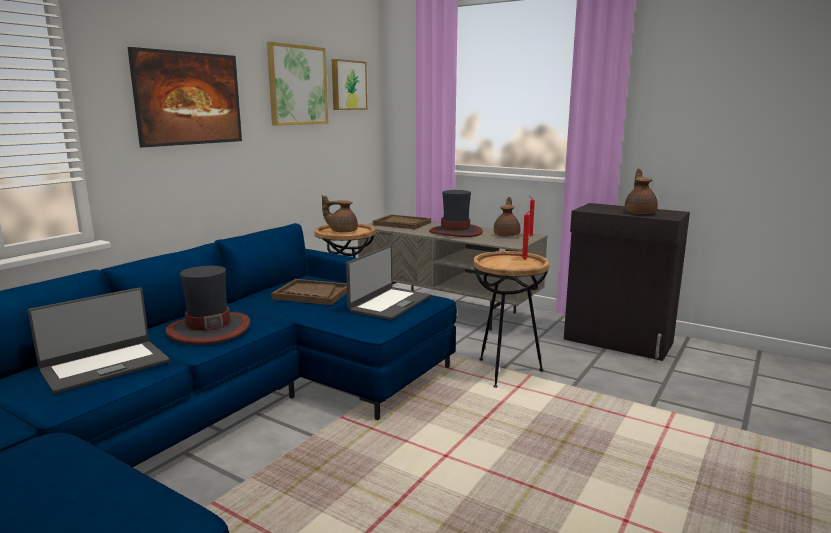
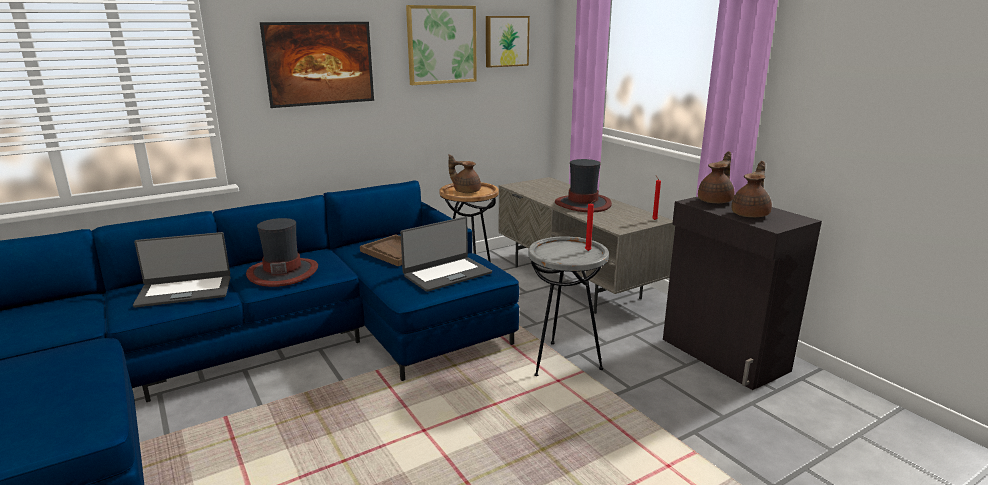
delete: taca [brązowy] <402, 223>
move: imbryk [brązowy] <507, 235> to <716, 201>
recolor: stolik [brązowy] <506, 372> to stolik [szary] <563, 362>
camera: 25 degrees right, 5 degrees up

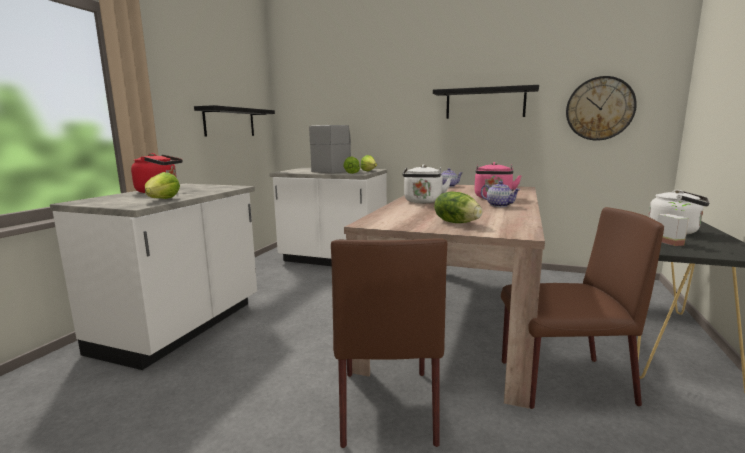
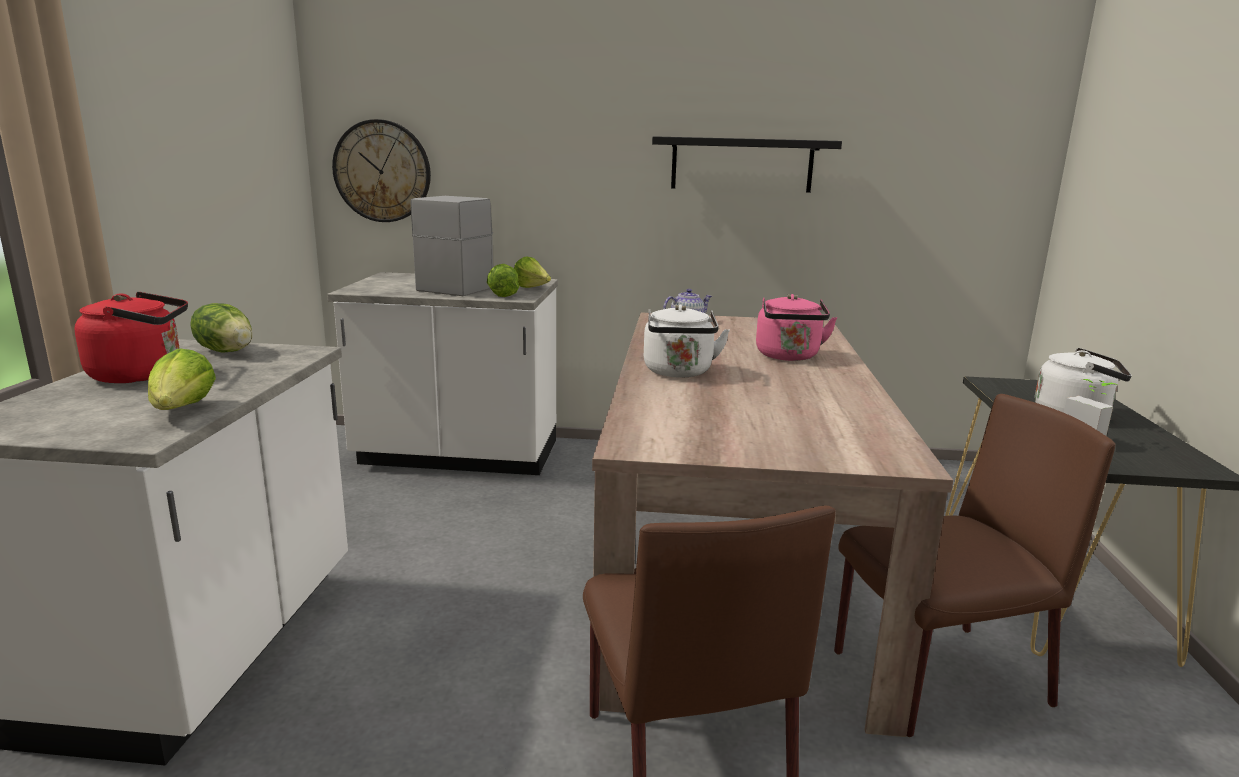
delete: półka [czarny] <229, 122>; imbryk <499, 205>
move: sałata <456, 222> to <227, 351>; zegar ścienny <599, 108> to <382, 171>
camera: 15 degrees left, 5 degrees up

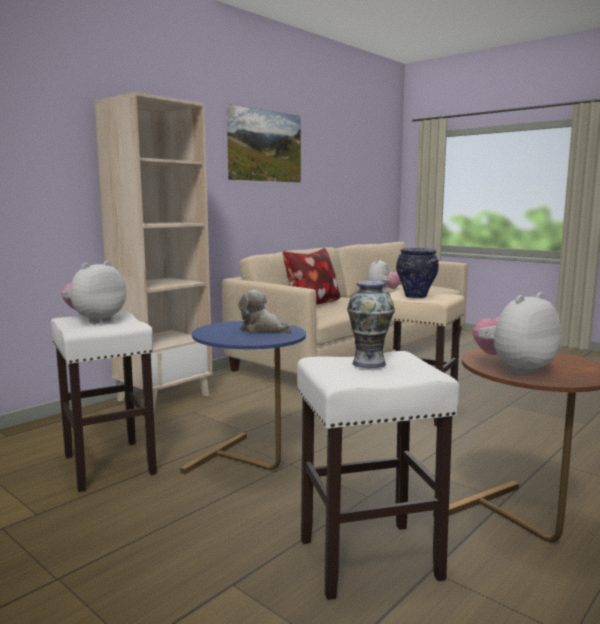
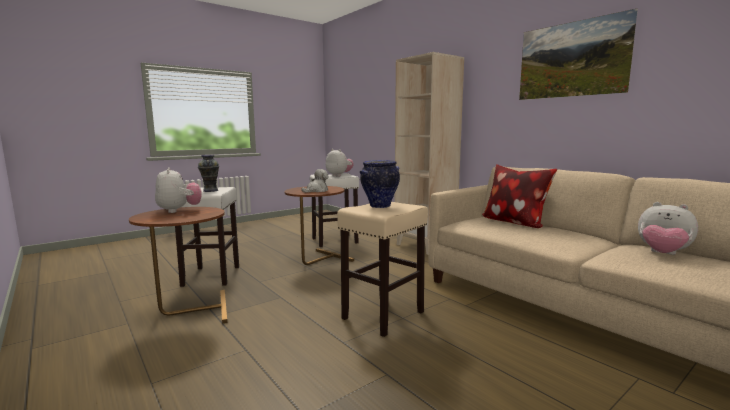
recolor: stolik [niebieski] <249, 464> to stolik [brązowy] <317, 261>
camera: 100 degrees right, 0 degrees up

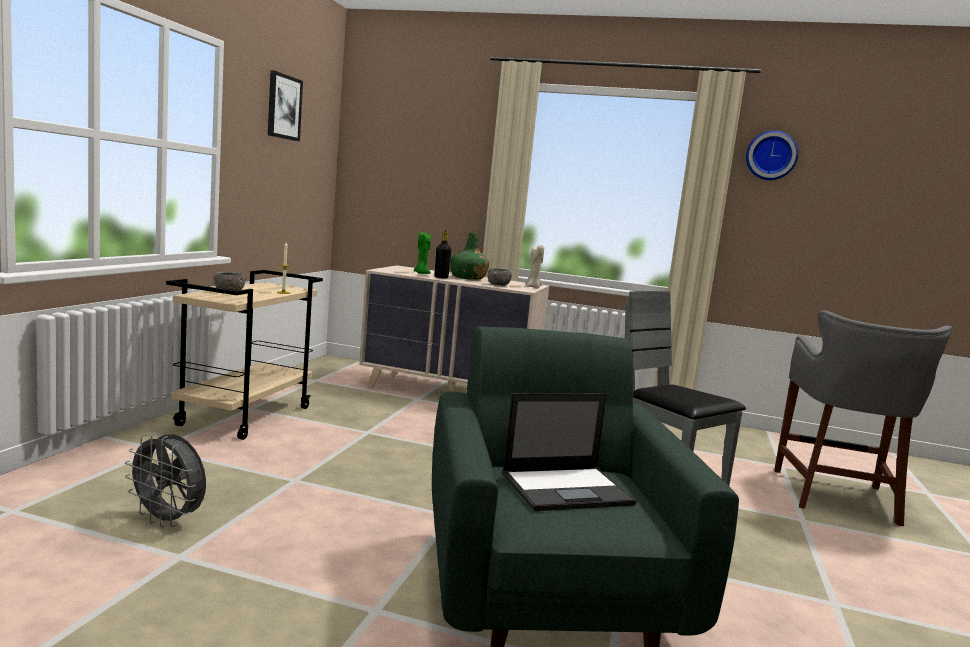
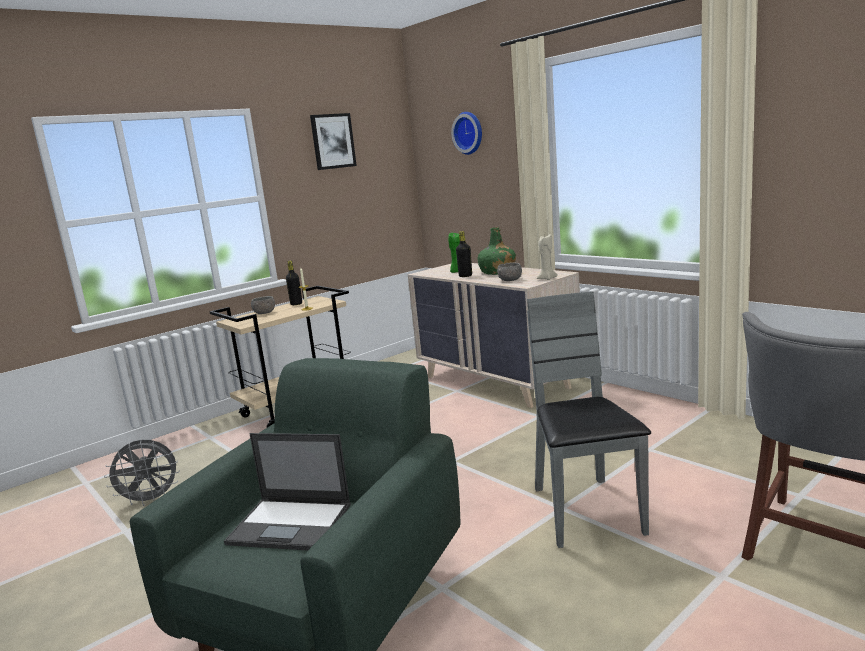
insert: butelka [czarny] <296, 304>
move: zegar ścienny <771, 155> to <469, 133>
rotate: wentylator [szary] <168, 520> = <151, 500> 75 degrees counterclockwise
camera: 35 degrees right, 5 degrees up

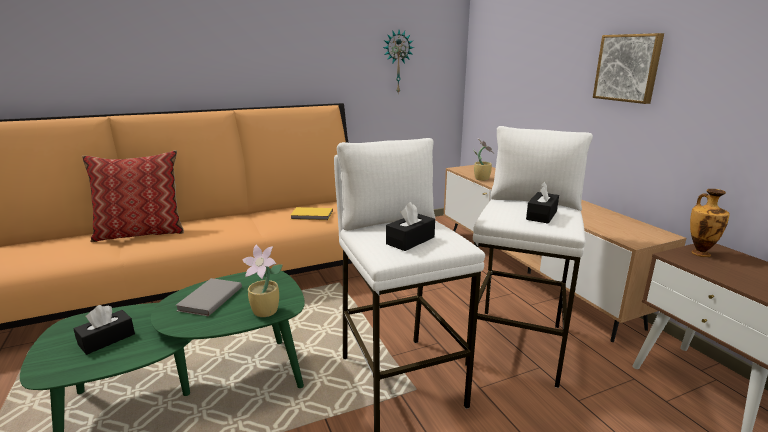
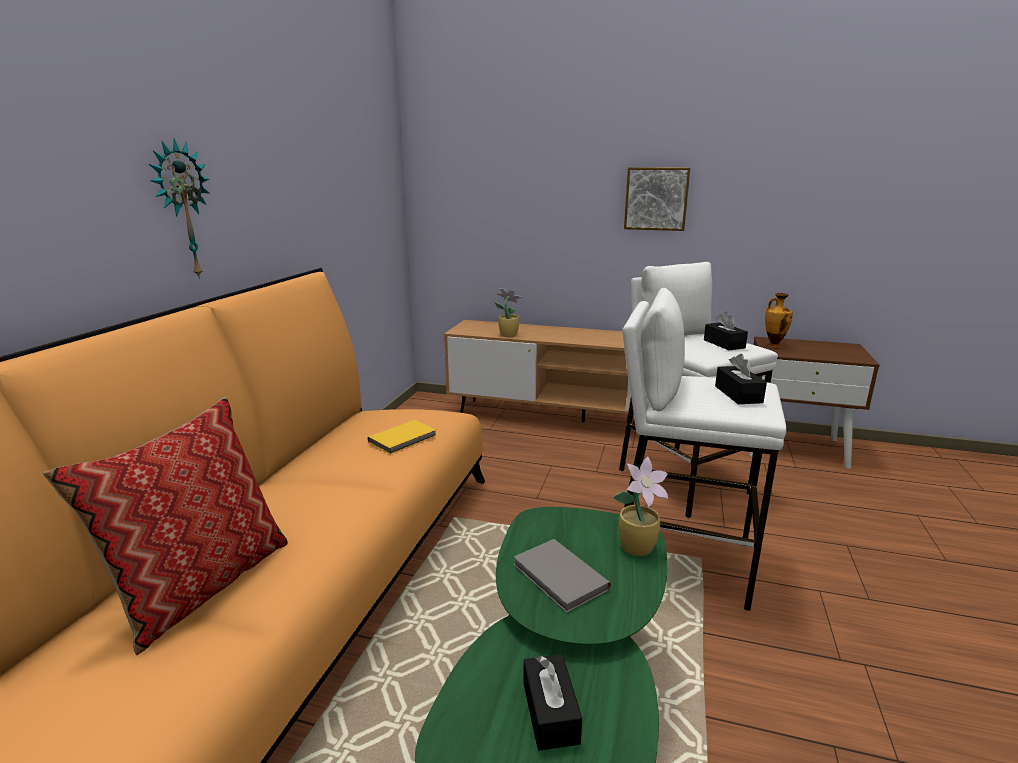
move: zegar ścienny <397, 62> to <182, 211>
camera: 50 degrees left, 0 degrees up

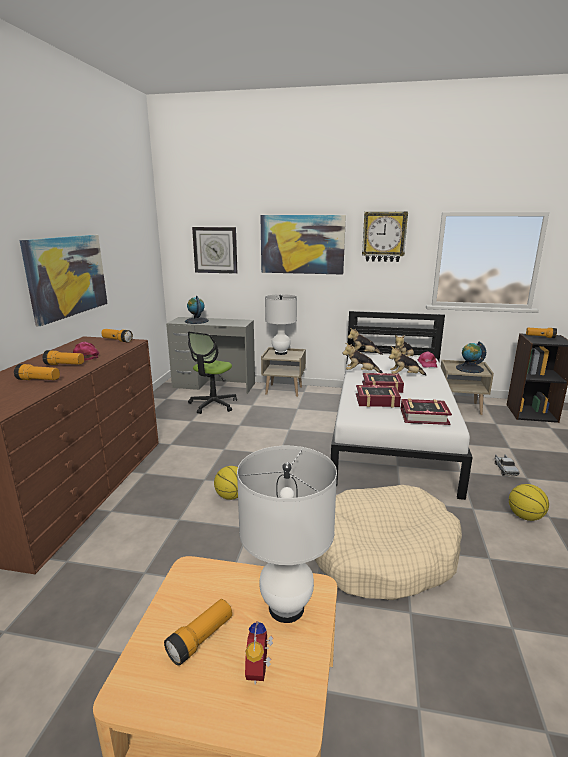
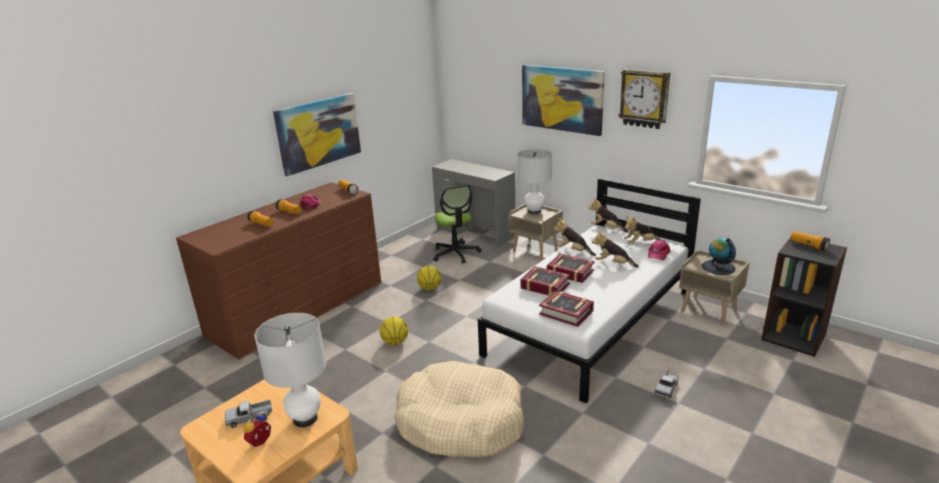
delete: globus <196, 321>; zegar ścienny <215, 250>
move: piłka do koszykówki <525, 516> to <430, 288>
replace: latarka <201, 639> to ciężarówka zabawkowa <249, 417>
rotate: krzesło biurowe <213, 404> = <456, 253> 75 degrees counterclockwise
camera: 30 degrees right, 5 degrees up

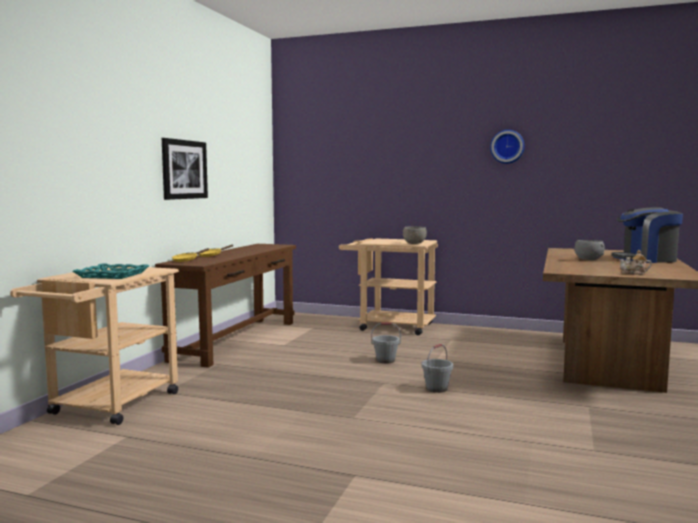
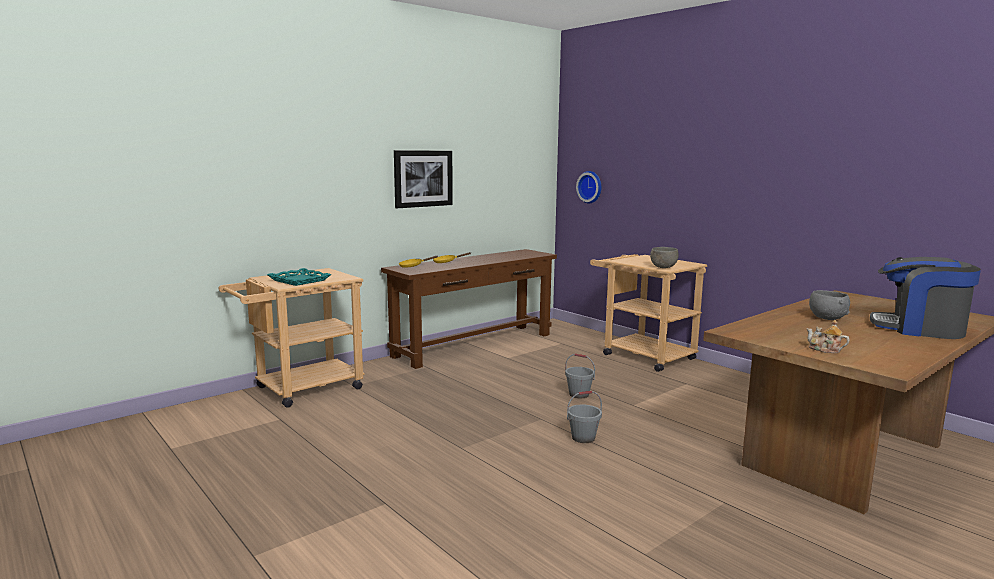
move: zegar ścienny <507, 146> to <590, 187>
camera: 30 degrees right, 5 degrees up

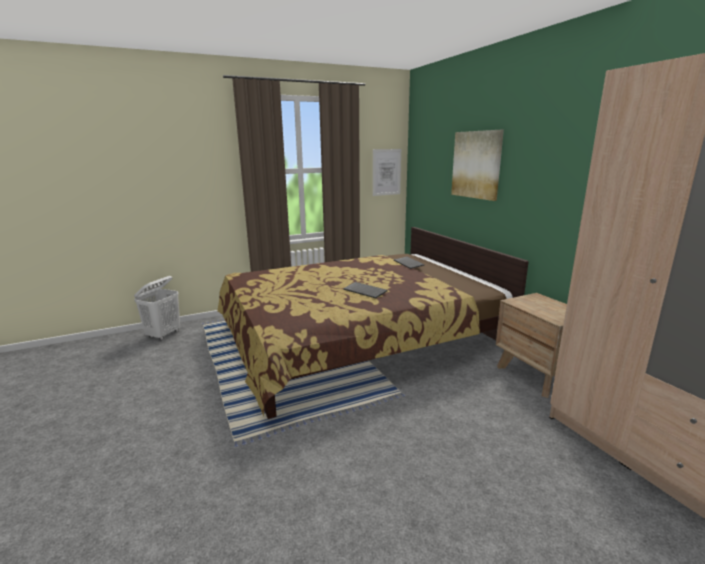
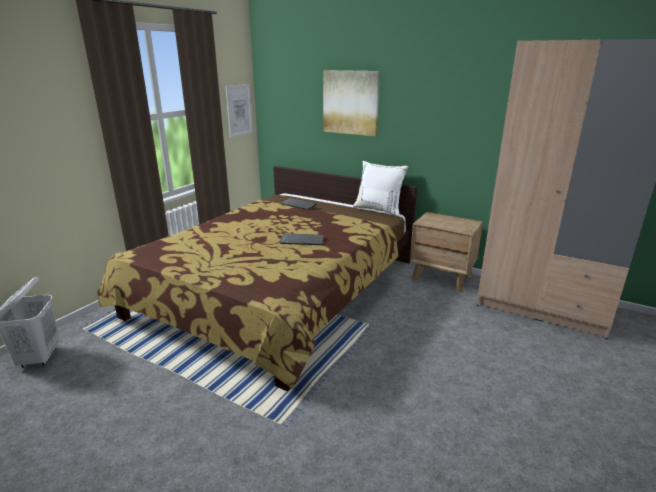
insert: poduszka [biały] <379, 209>
camera: 35 degrees left, 5 degrees up

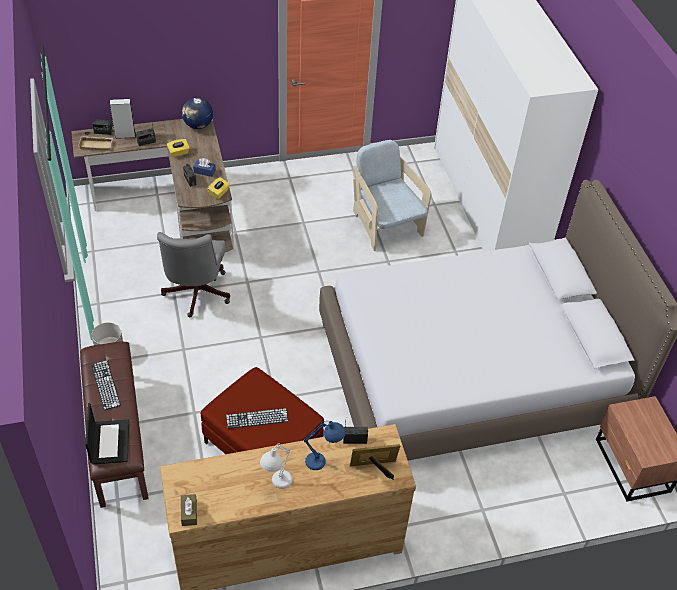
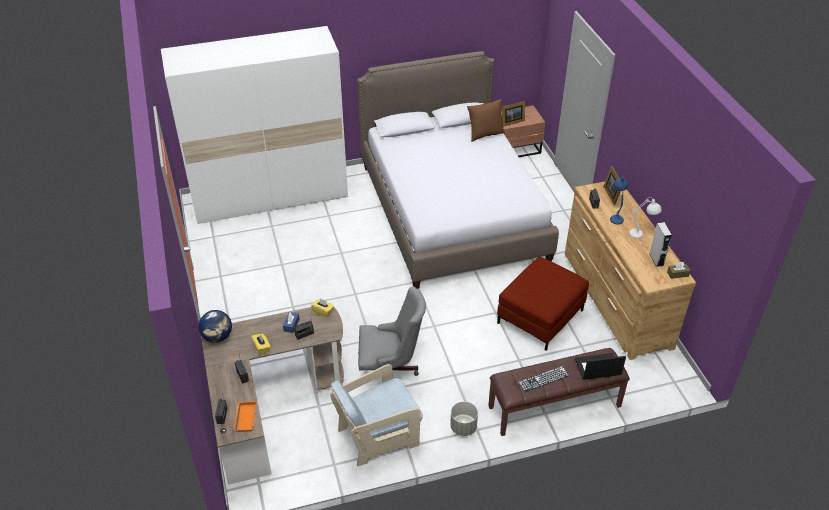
delete: klawiatura <257, 418>
insert: poduszka [brązowy] <485, 134>; ramka na zdjęcie <511, 122>
move: głośnik [szary] <125, 135> to <656, 259>; fotel [beżowy] <386, 225> to <378, 435>
recolor: taca [beżowy] <96, 145> to taca [pomarańczowy] <244, 418>
camera: 90 degrees left, 5 degrees down

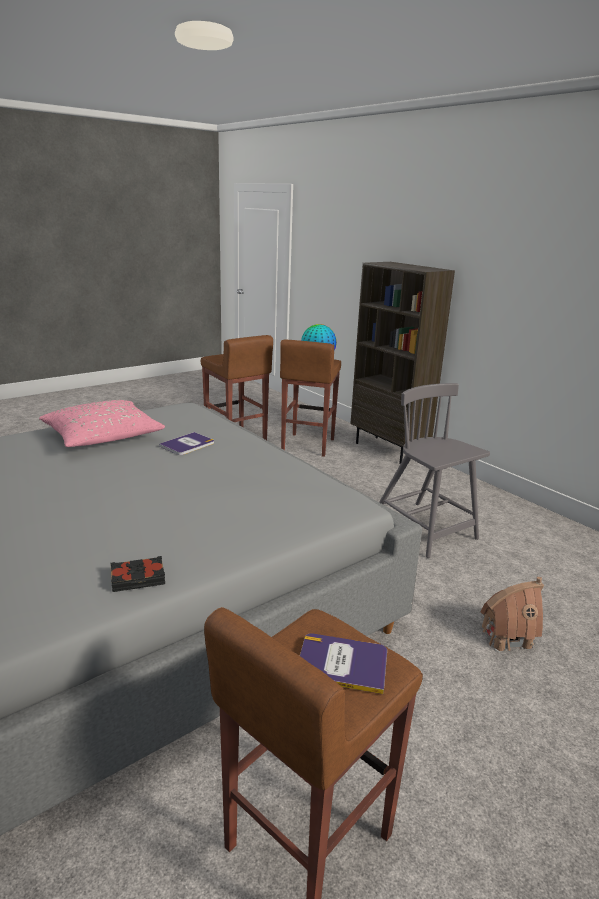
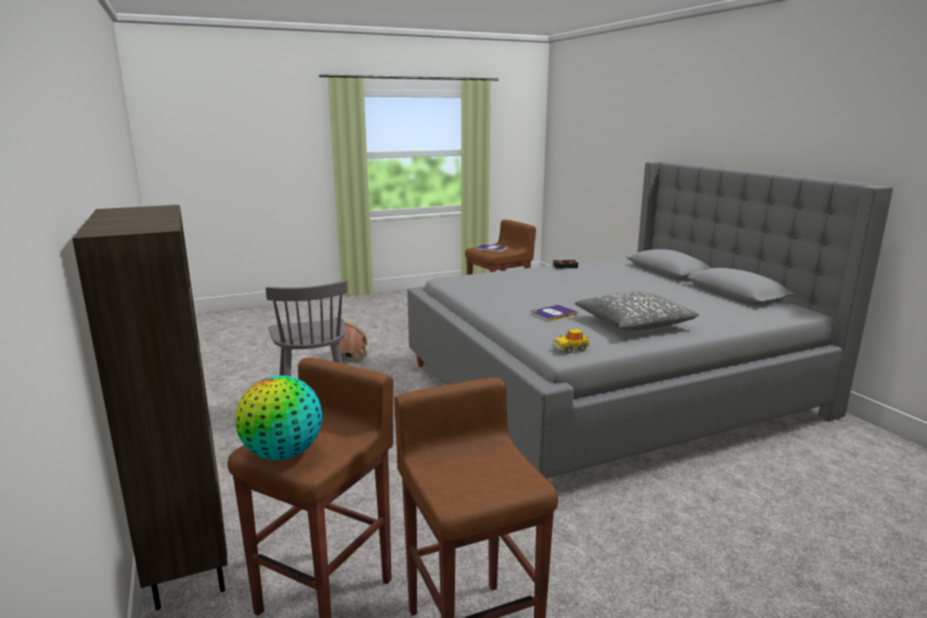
insert: samochodzik <570, 349>
recolor: poduszka [różowy] <103, 437> to poduszka [szary] <633, 323>
camera: 165 degrees left, 5 degrees down

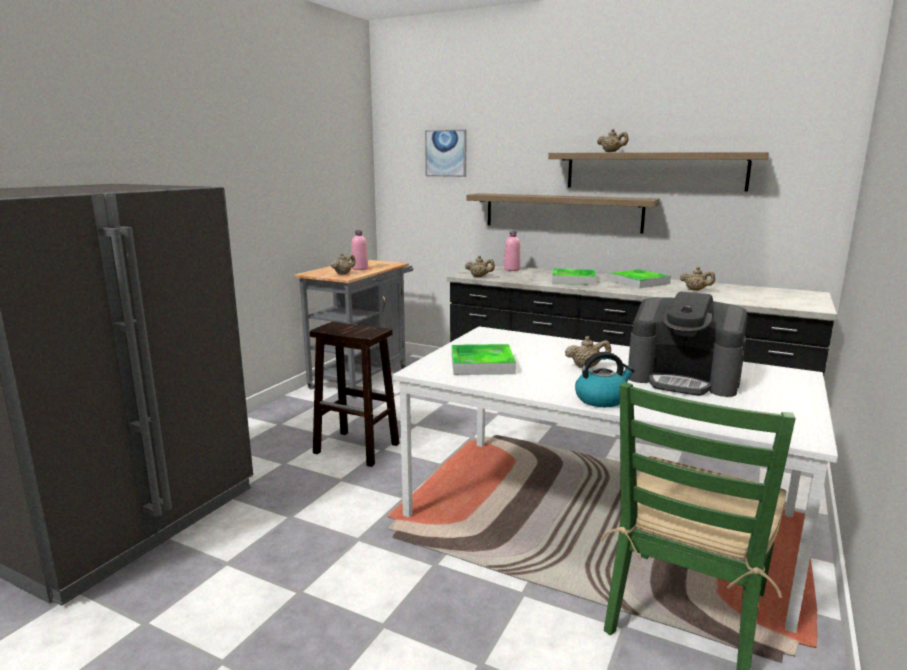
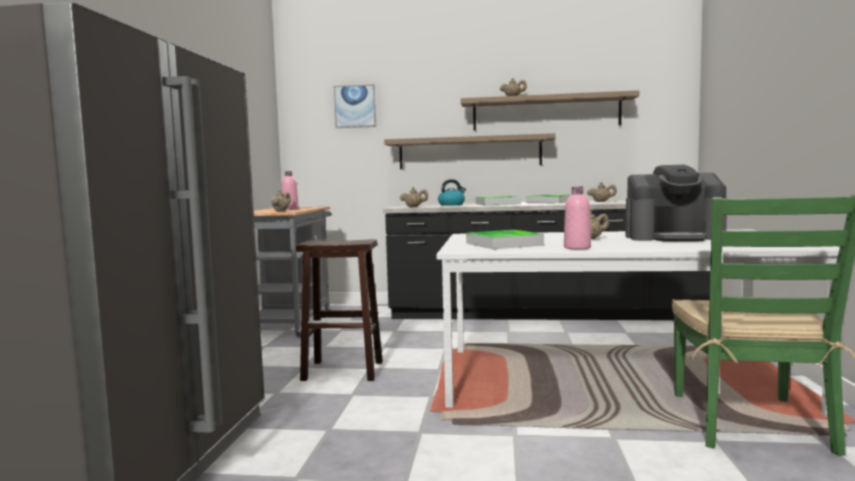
move: butelka [różowy] <511, 269> to <577, 248>; czajnik <601, 399> to <452, 205>
camera: 20 degrees left, 10 degrees down

